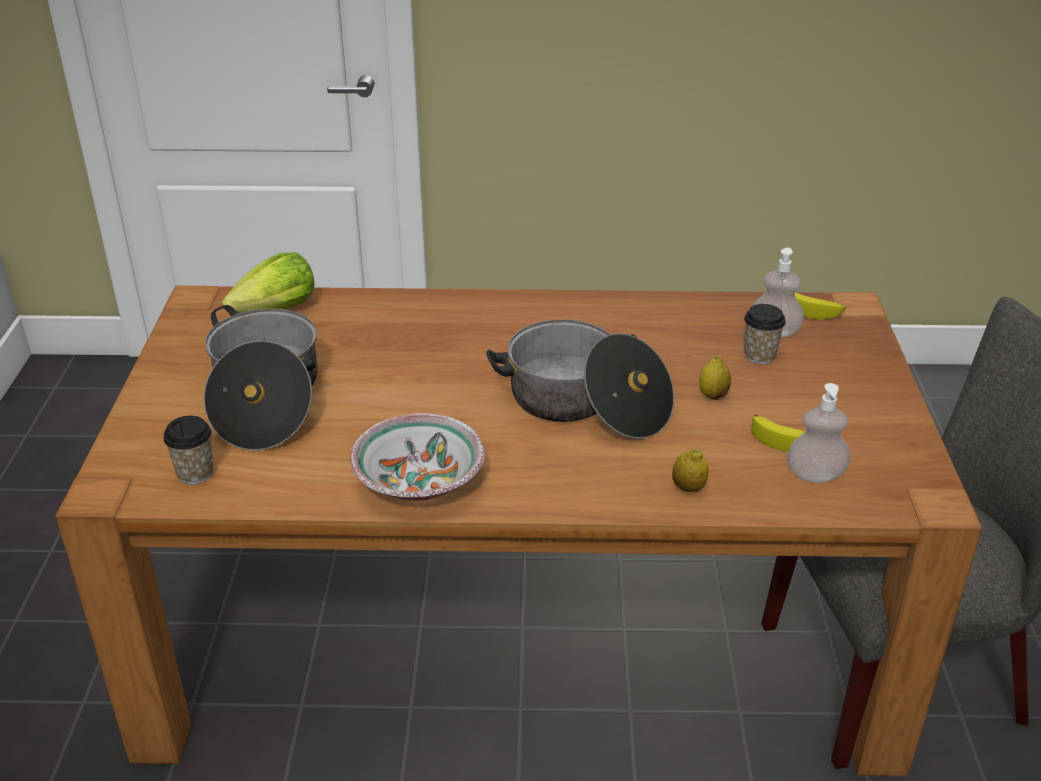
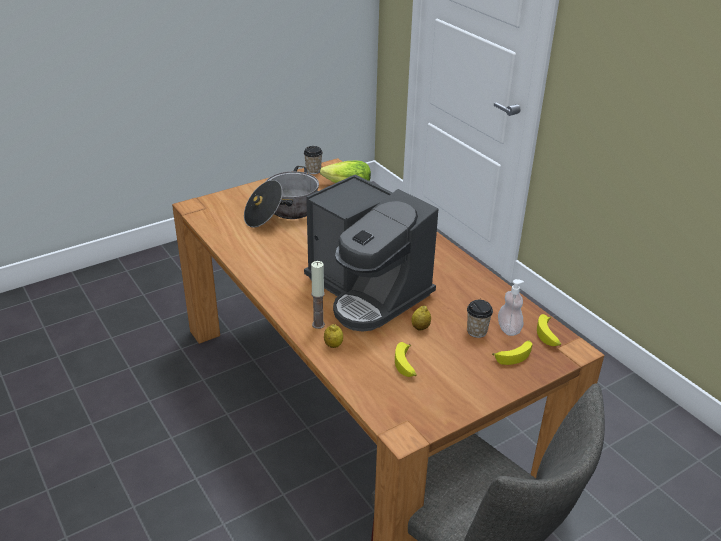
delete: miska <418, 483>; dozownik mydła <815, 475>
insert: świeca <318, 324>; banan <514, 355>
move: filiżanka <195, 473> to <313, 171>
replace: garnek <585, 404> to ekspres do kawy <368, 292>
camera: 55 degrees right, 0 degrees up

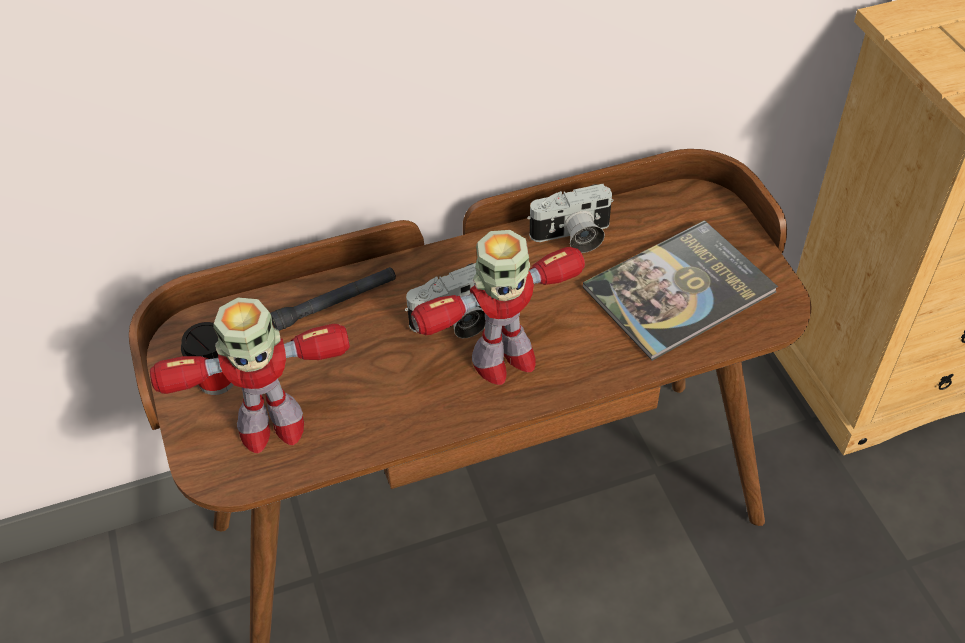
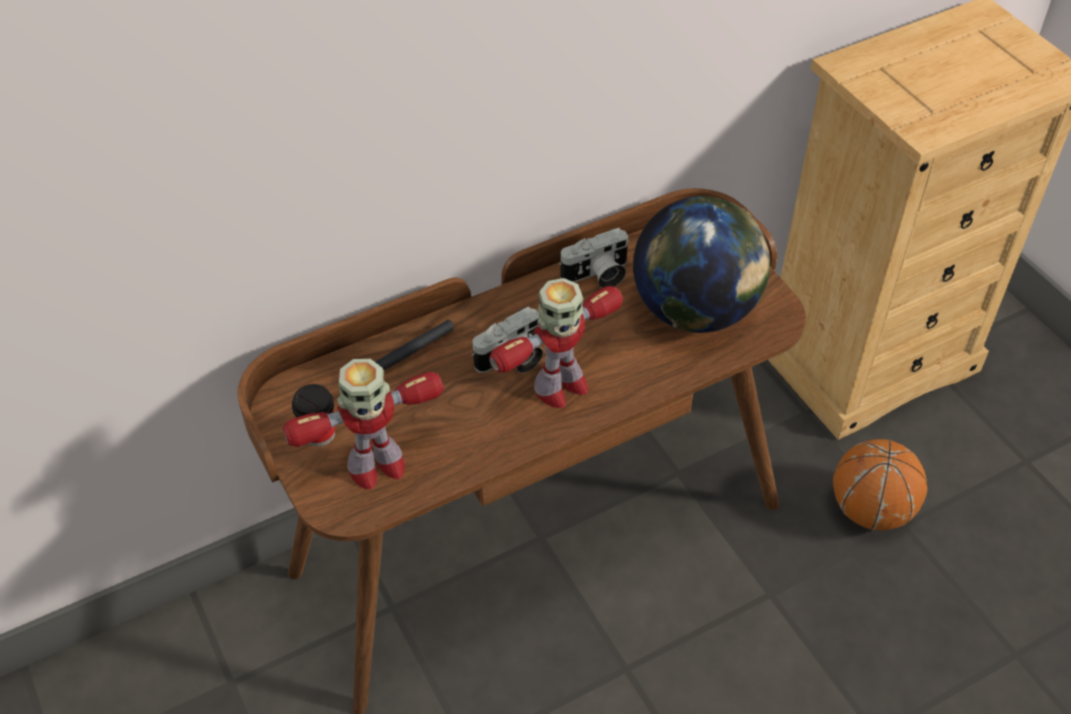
insert: piłka do koszykówki <870, 510>
replace: książka <679, 290> to globus <695, 311>
camera: 10 degrees left, 0 degrees up

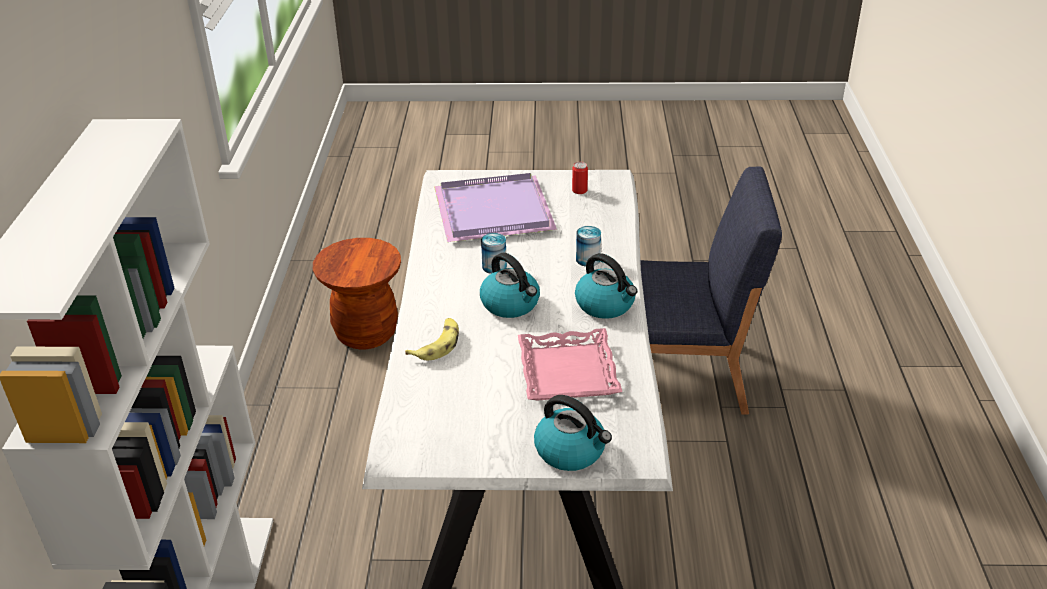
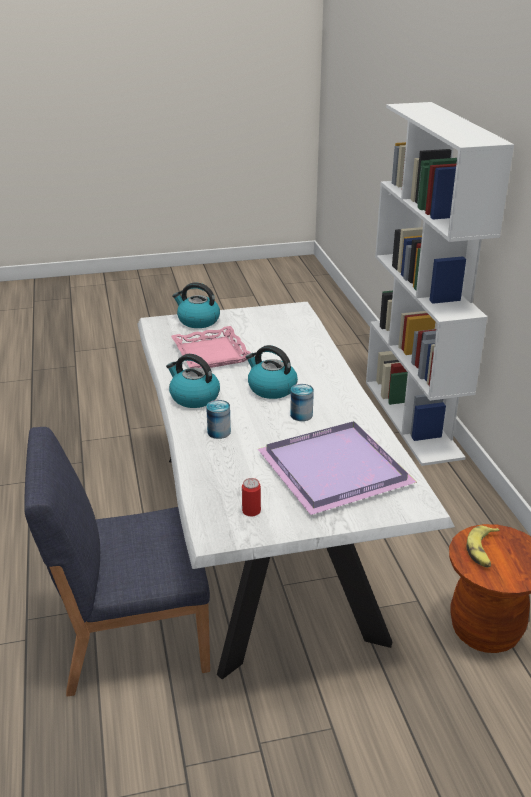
move: banan <437, 344> to <483, 550>
camera: 165 degrees right, 5 degrees down

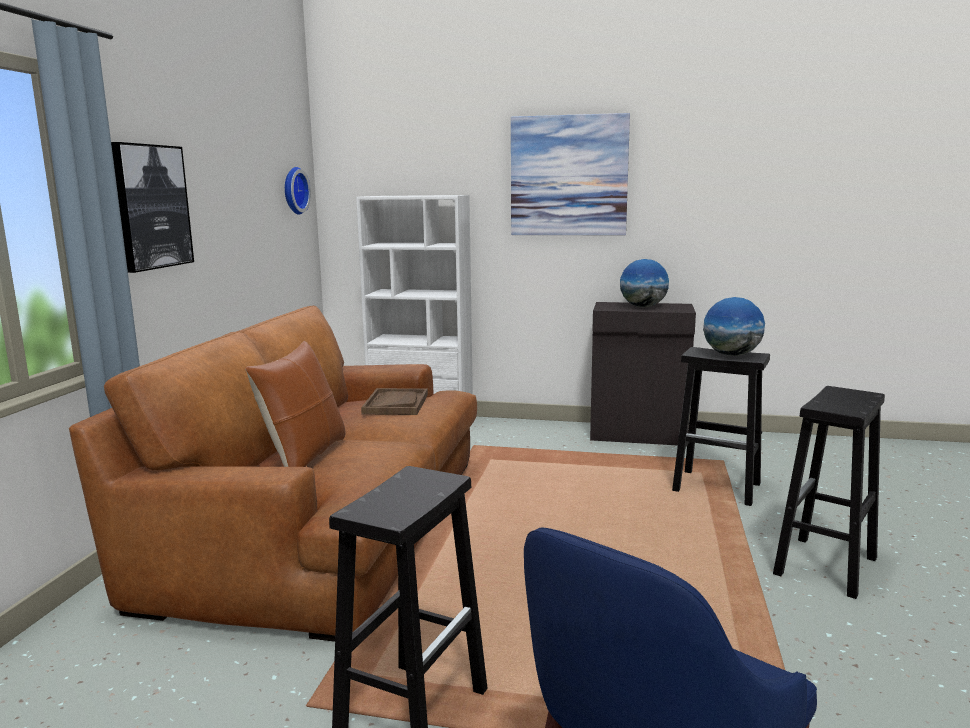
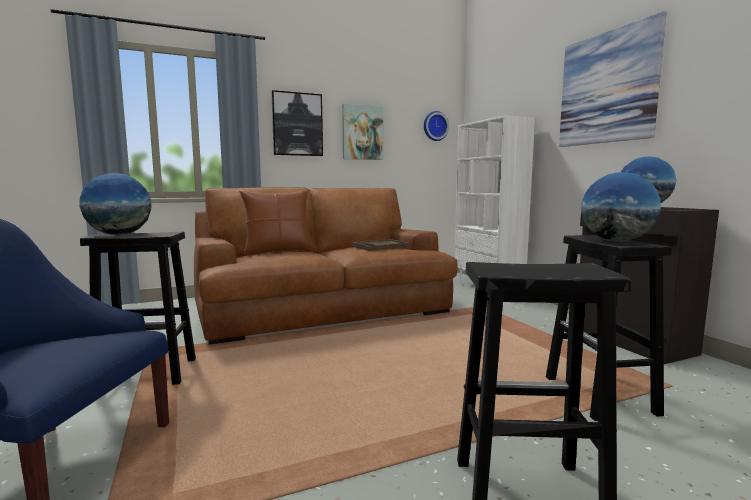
insert: globus <119, 235>; obraz <362, 132>
camera: 55 degrees right, 5 degrees down

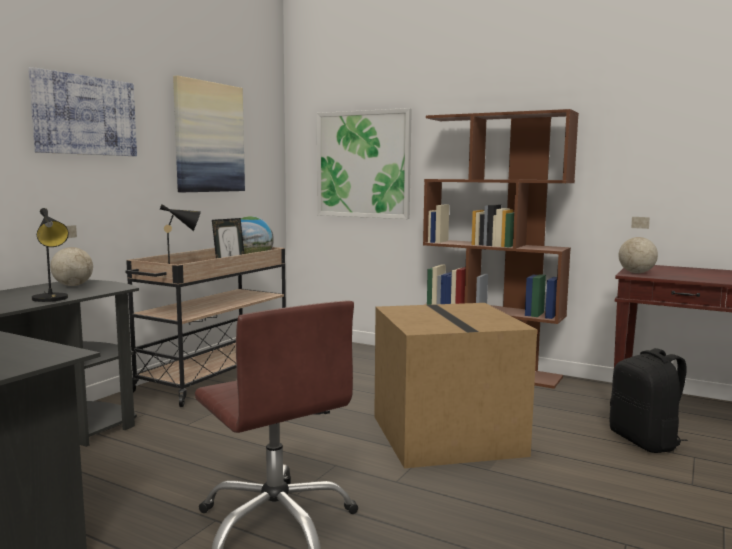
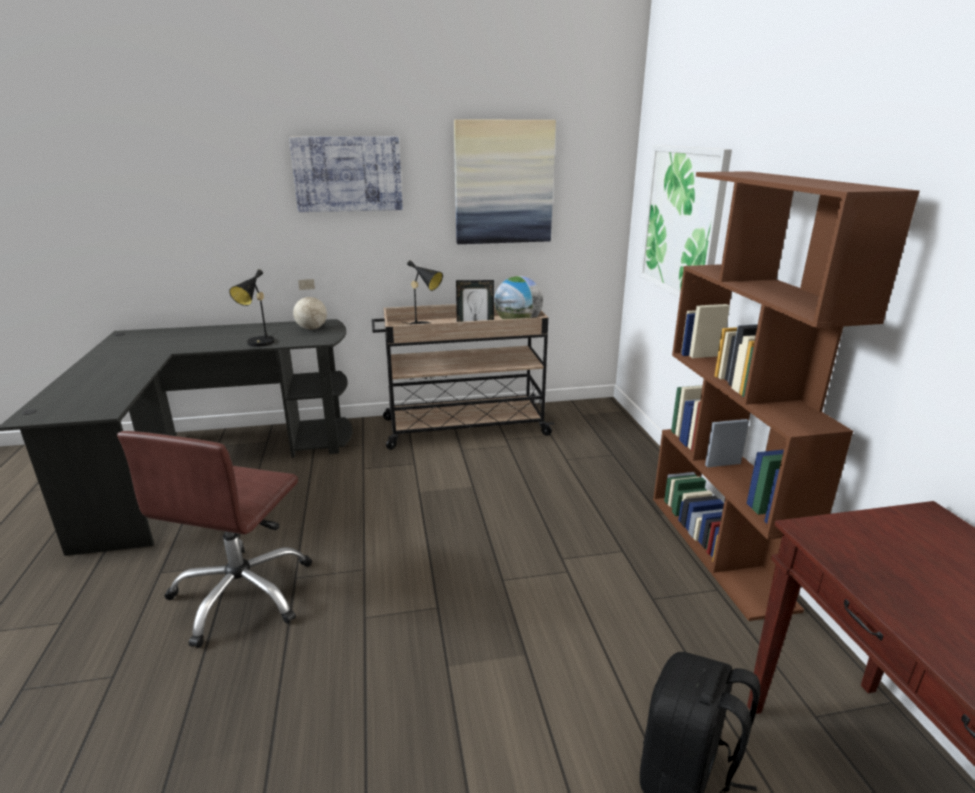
delete: karton <444, 434>; globus <636, 273>
camera: 50 degrees right, 15 degrees up

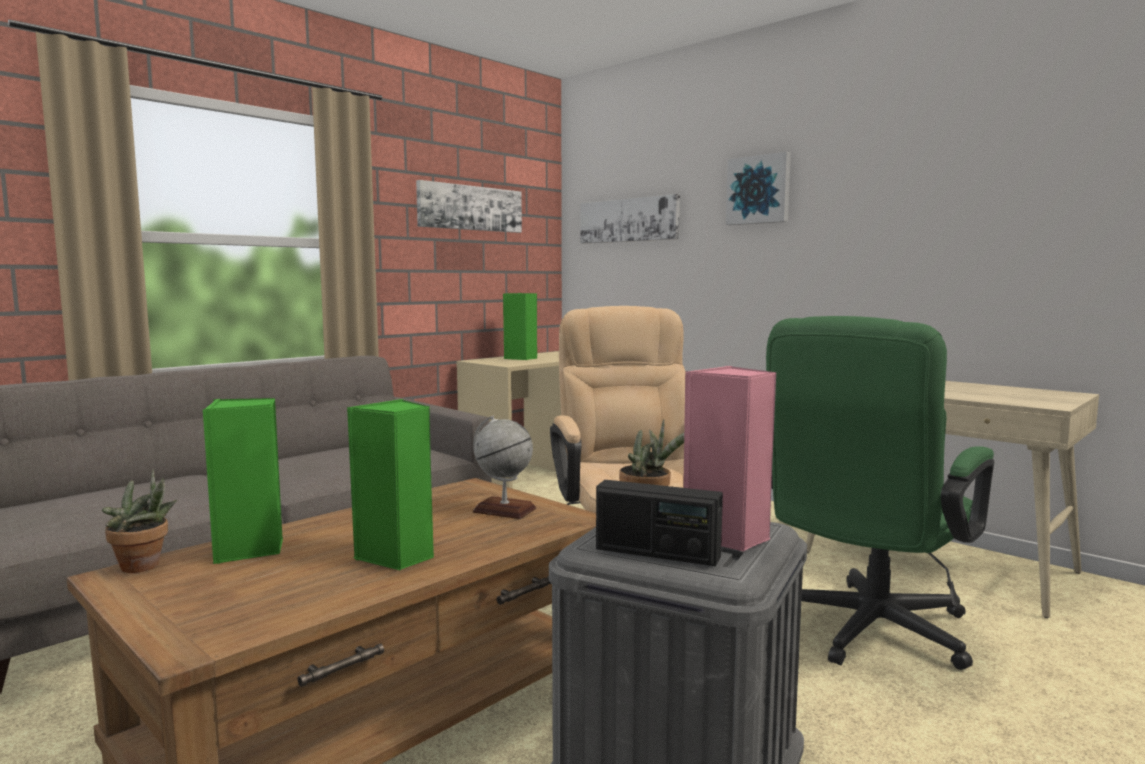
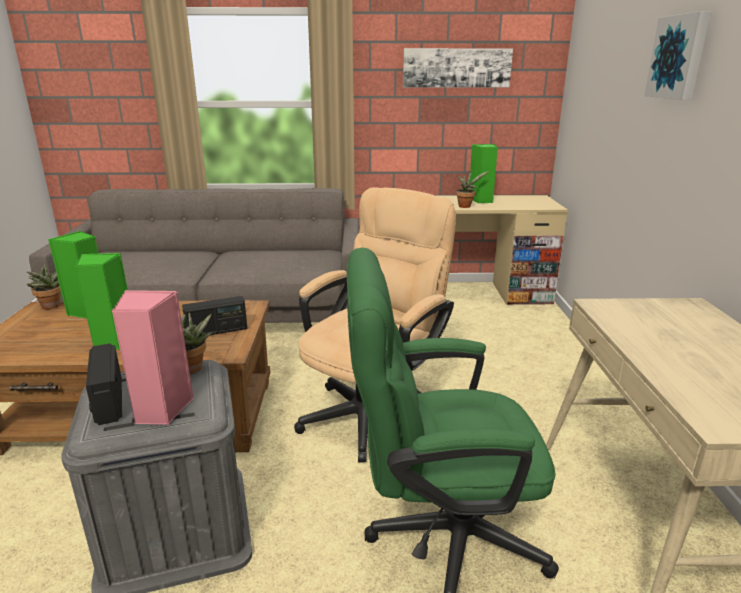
delete: obraz <629, 220>
insert: roślina doniczkowa <466, 206>
replace: globus <504, 510> to radio <217, 331>
camera: 45 degrees right, 15 degrees up

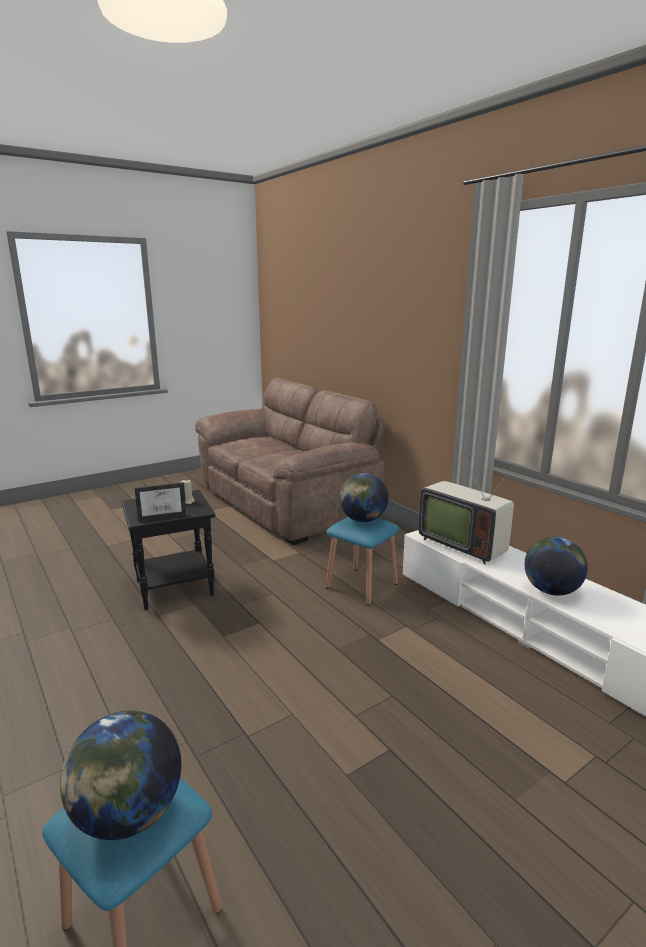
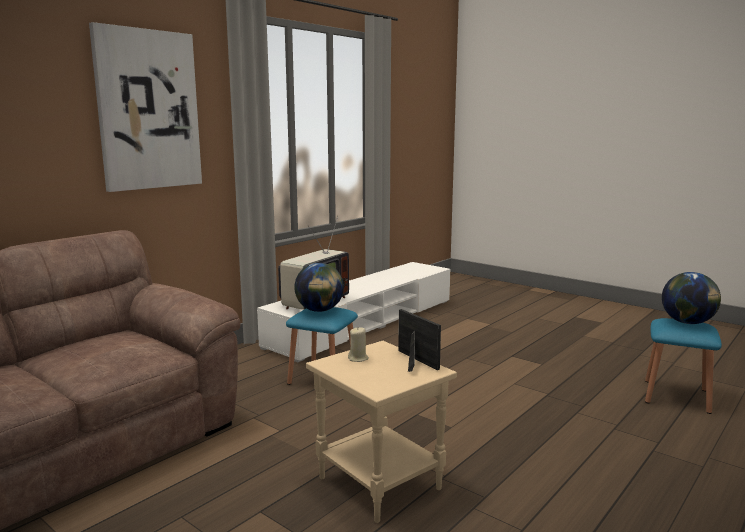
delete: globus <551, 591>
insert: obraz <148, 110>
recolor: stolik [czarny] <175, 587> to stolik [beżowy] <377, 483>
camera: 105 degrees left, 5 degrees down

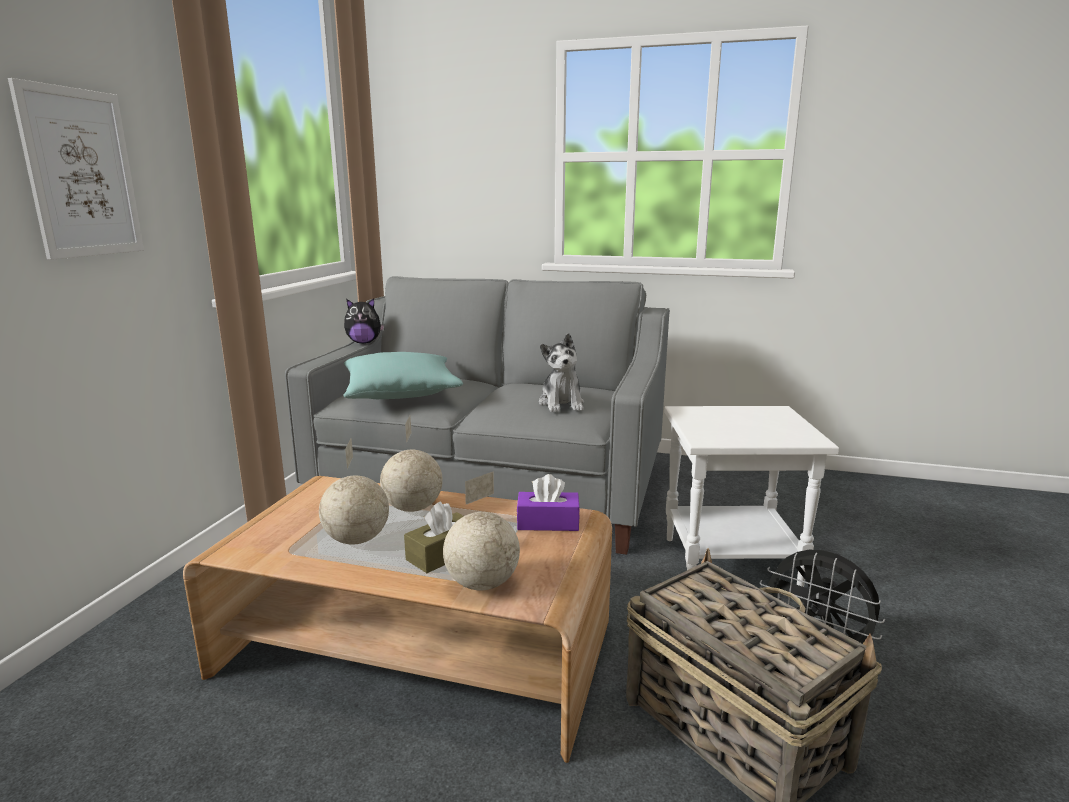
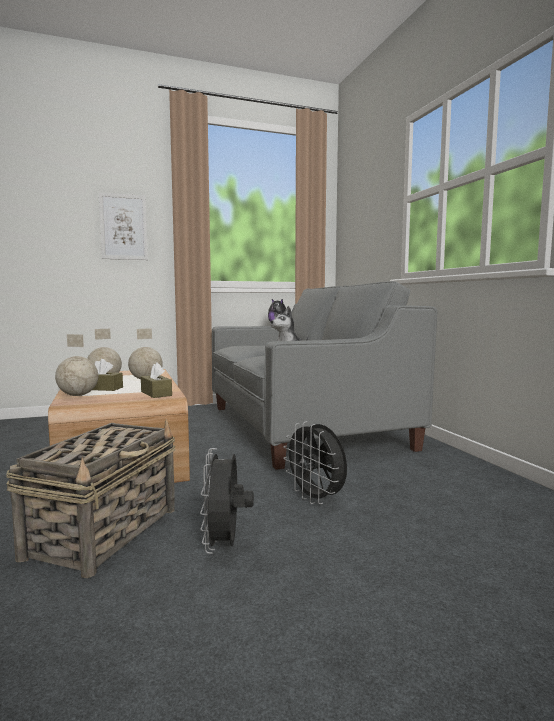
delete: poduszka [turkusowy] <401, 393>
replace: stolik [biały] <731, 562> to wentylator [czarny] <316, 499>
recolor: pudełko chusteczek [fioletowy] <548, 523> to pudełko chusteczek [brązowy] <156, 393>
camera: 55 degrees right, 10 degrees down

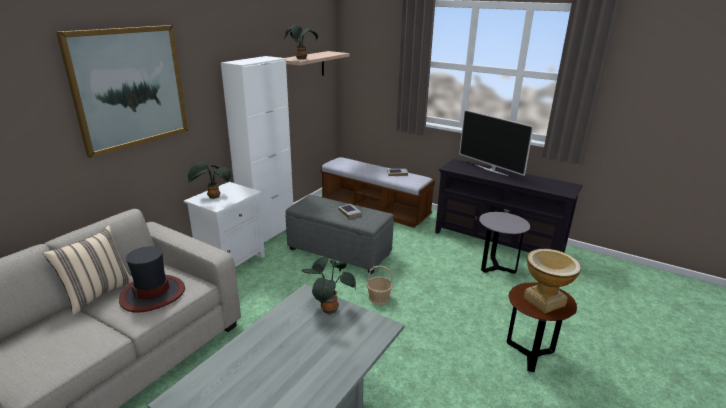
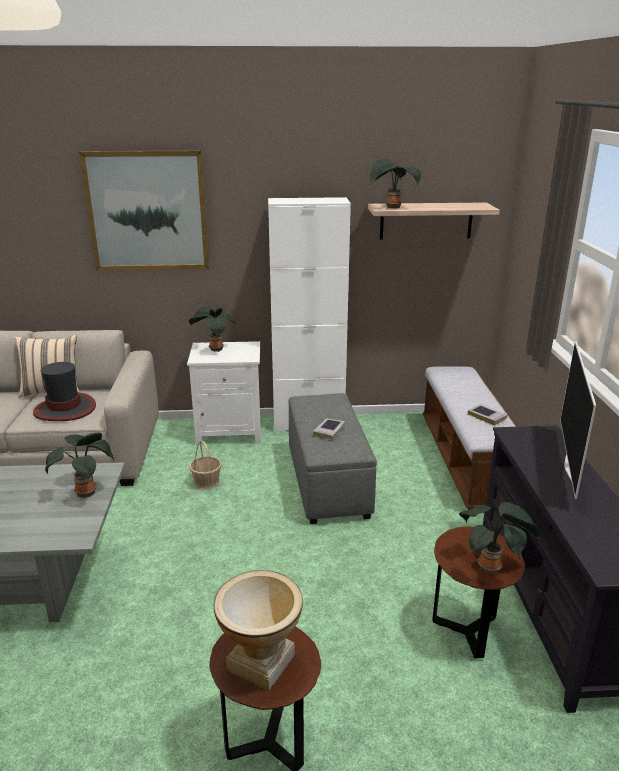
insert: roślina doniczkowa <492, 568>
move: koszyk <378, 298> to <206, 482>
recolor: stolik [szary] <496, 267> to stolik [brązowy] <468, 632>
camera: 55 degrees right, 0 degrees up

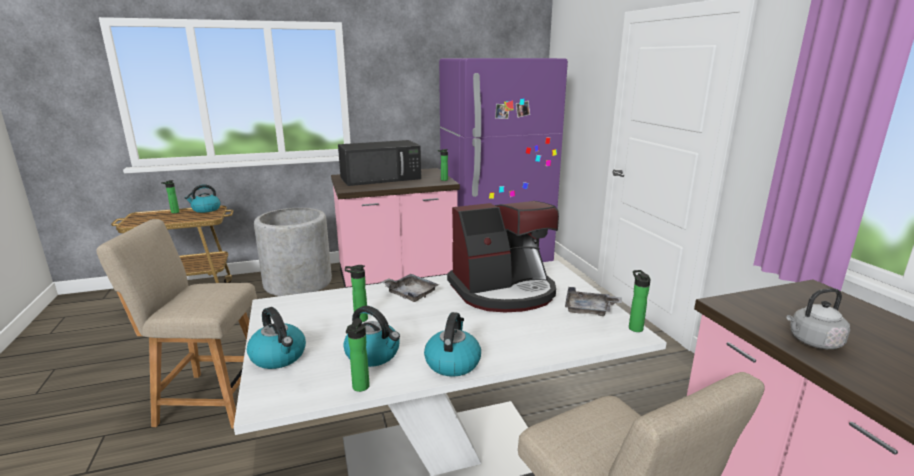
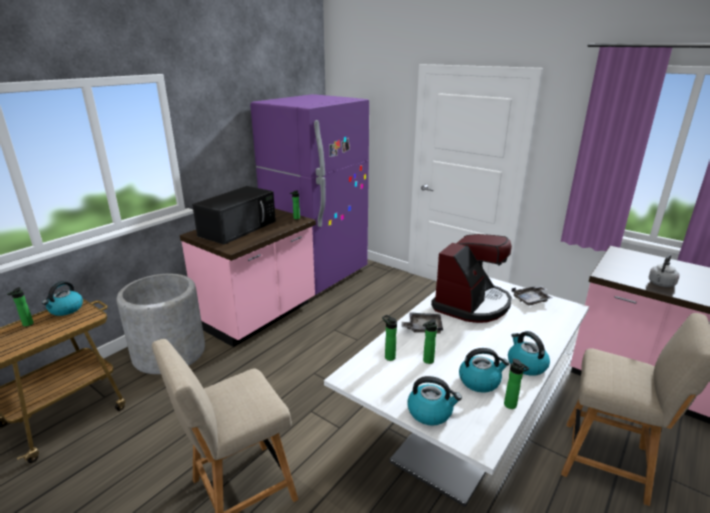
move: butelka <634, 327> to <388, 356>
camera: 35 degrees left, 5 degrees up

